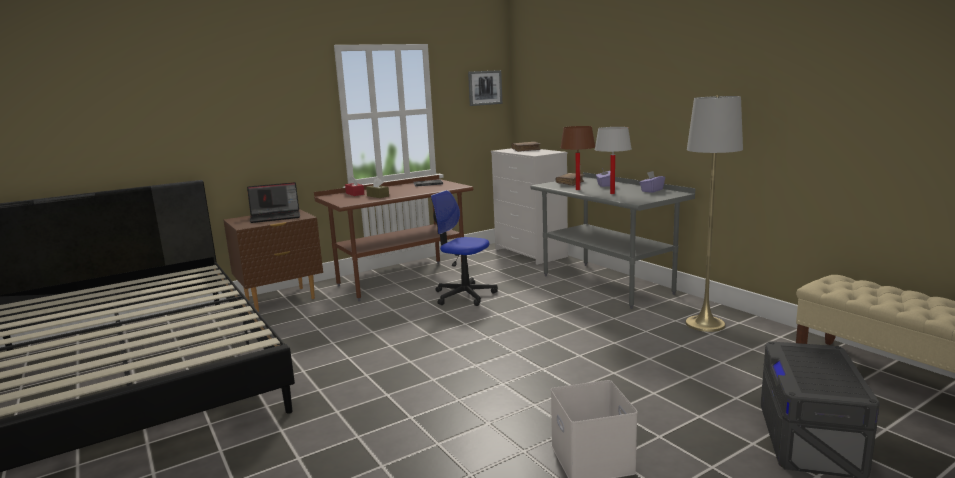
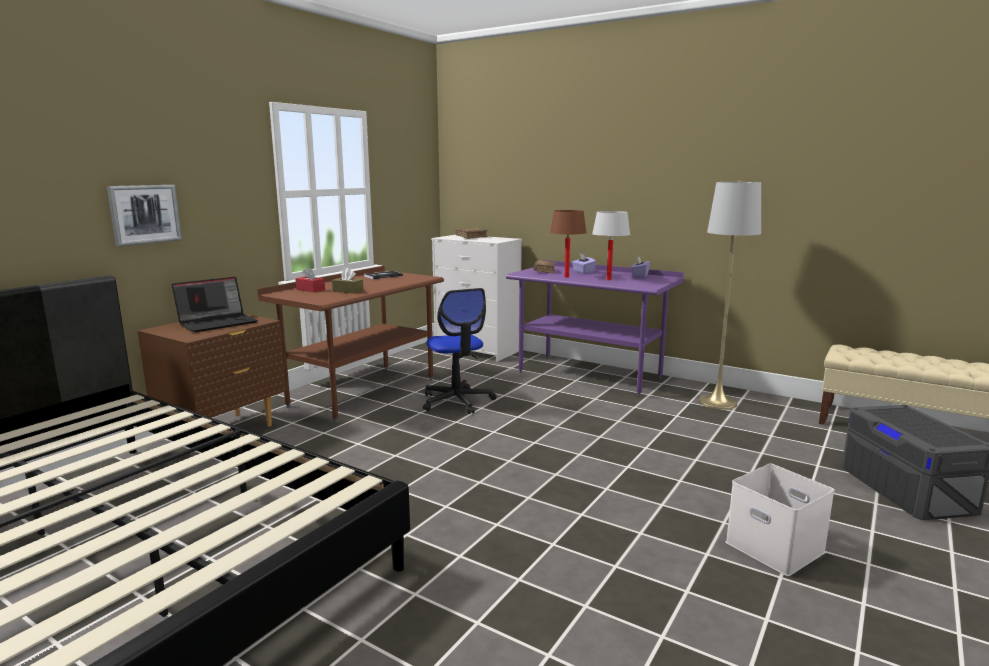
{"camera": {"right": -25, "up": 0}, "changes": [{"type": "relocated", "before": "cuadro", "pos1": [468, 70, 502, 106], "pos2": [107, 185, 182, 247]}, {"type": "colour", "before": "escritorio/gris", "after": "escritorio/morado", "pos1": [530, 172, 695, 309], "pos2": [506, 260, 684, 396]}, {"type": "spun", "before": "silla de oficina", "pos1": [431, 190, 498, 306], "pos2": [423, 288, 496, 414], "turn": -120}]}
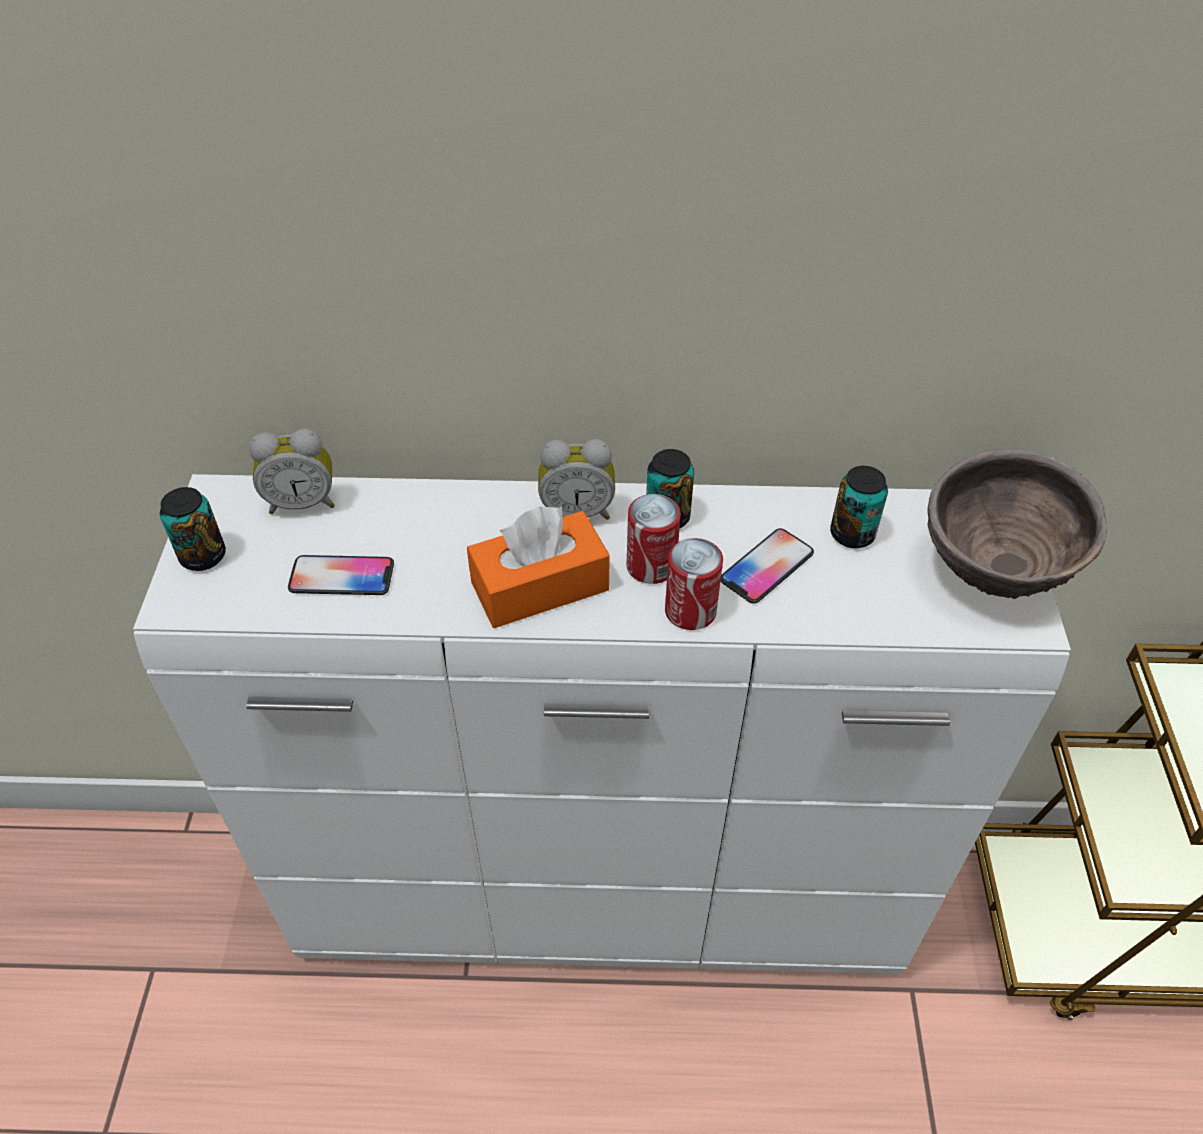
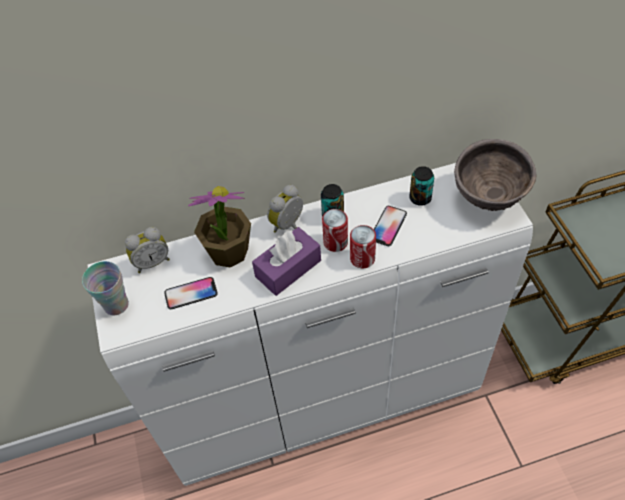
{"camera": {"right": -15, "up": 5}, "changes": [{"type": "spun", "before": "despertador", "pos1": [538, 439, 615, 520], "pos2": [267, 185, 303, 233], "turn": 150}, {"type": "exchanged", "before": "lata", "after": "taza", "pos1": [160, 487, 226, 571], "pos2": [82, 261, 129, 315]}, {"type": "colour", "before": "caja de pañuelos/naranja", "after": "caja de pañuelos/morado", "pos1": [467, 506, 610, 628], "pos2": [252, 227, 321, 296]}, {"type": "appeared", "after": "planta en maceta", "pos2": [188, 186, 251, 268]}]}
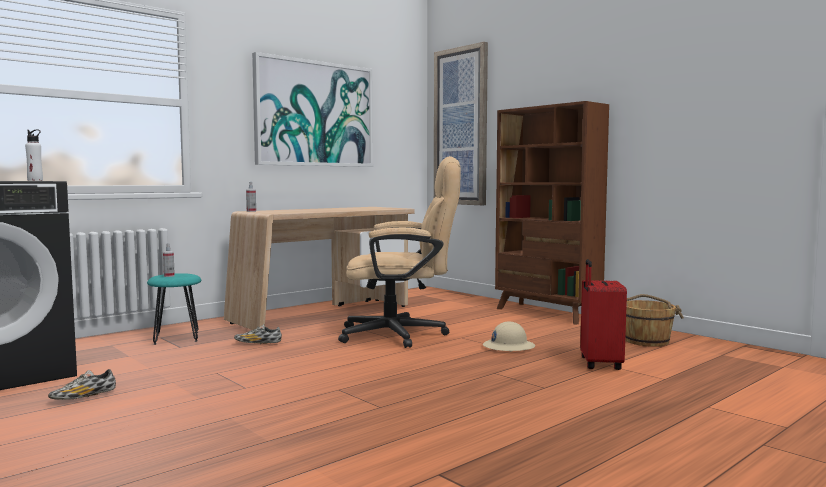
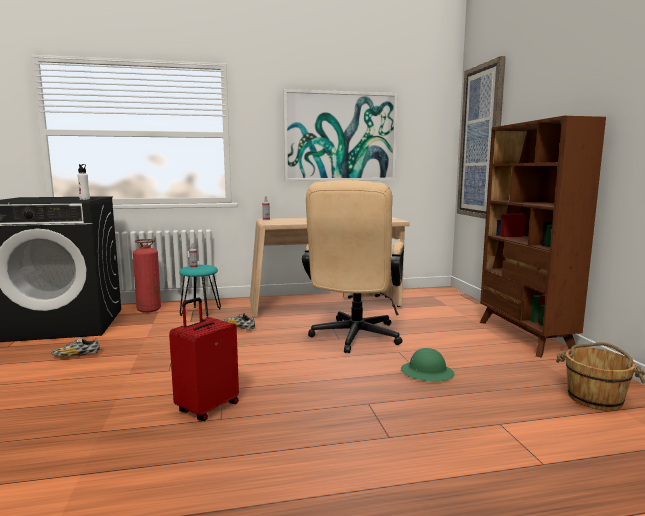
{"camera": {"right": 30, "up": 5}, "changes": [{"type": "spun", "before": "silla de oficina/beis", "pos1": [338, 156, 461, 348], "pos2": [302, 180, 404, 353], "turn": 75}, {"type": "relocated", "before": "maleta/rojo", "pos1": [580, 259, 627, 370], "pos2": [169, 298, 239, 421]}, {"type": "colour", "before": "casco/beis", "after": "casco/verde", "pos1": [483, 322, 535, 352], "pos2": [401, 348, 455, 381]}, {"type": "appeared", "after": "extintor", "pos2": [133, 239, 161, 313]}]}
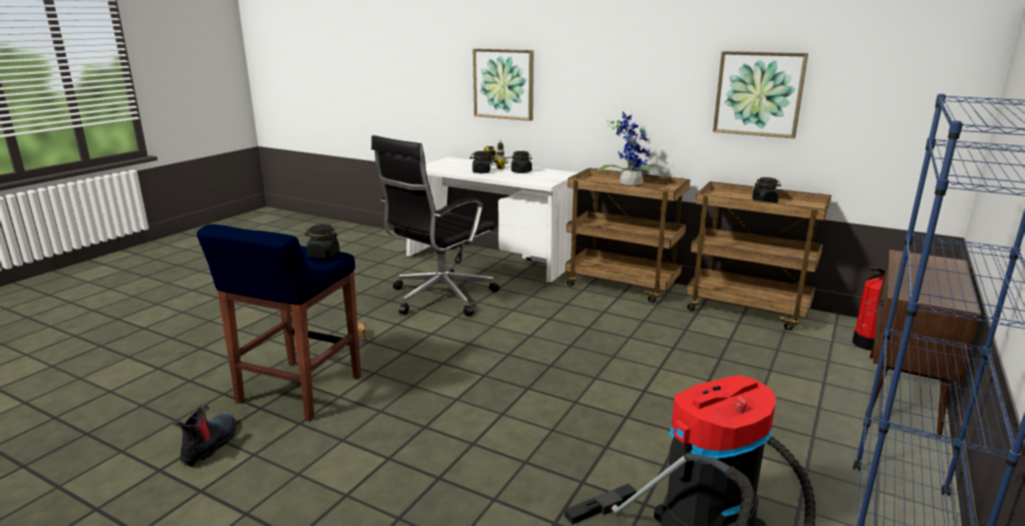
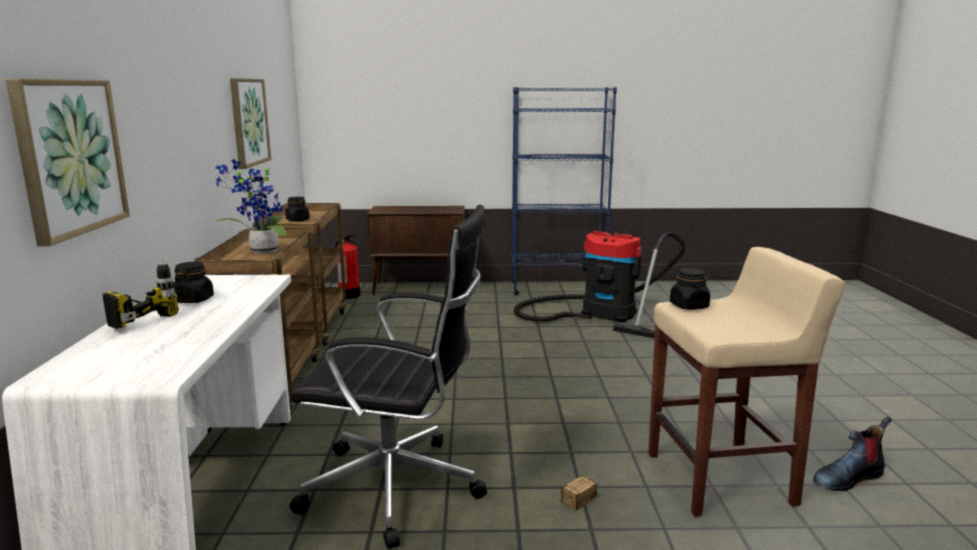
{"camera": {"right": -120, "up": -5}, "changes": [{"type": "missing", "before": "tarro/negro", "pos1": [470, 151, 492, 173]}, {"type": "colour", "before": "taburete/azul", "after": "taburete/beis", "pos1": [197, 224, 361, 421], "pos2": [648, 247, 845, 517]}]}
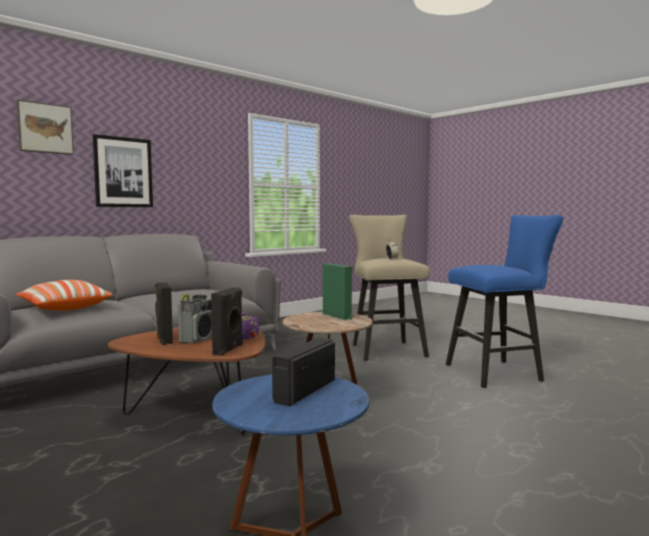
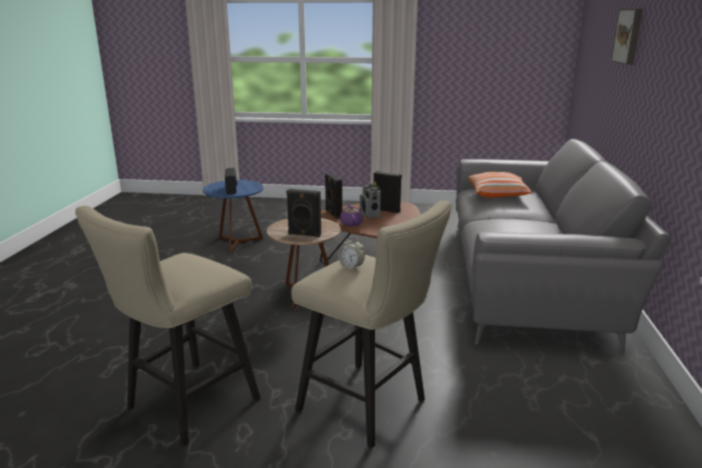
{"camera": {"right": 140, "up": 15}, "changes": [{"type": "missing", "before": "cuadro", "pos1": [93, 134, 153, 207]}, {"type": "colour", "before": "taburete/azul", "after": "taburete/beis", "pos1": [446, 215, 564, 388], "pos2": [75, 206, 261, 446]}, {"type": "colour", "before": "altavoz/verde", "after": "altavoz/negro", "pos1": [323, 263, 353, 320], "pos2": [286, 189, 321, 237]}]}
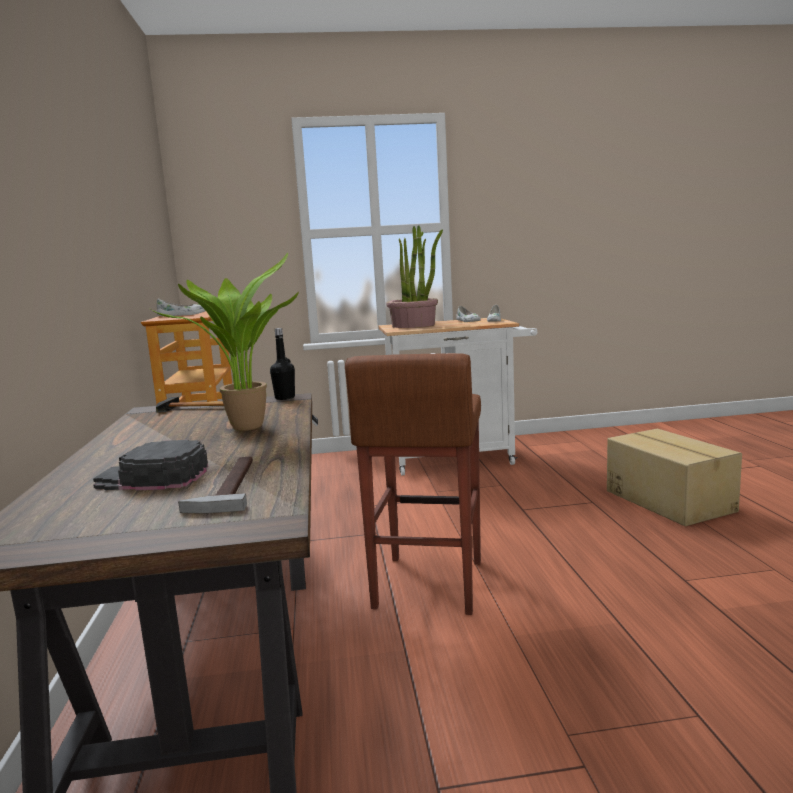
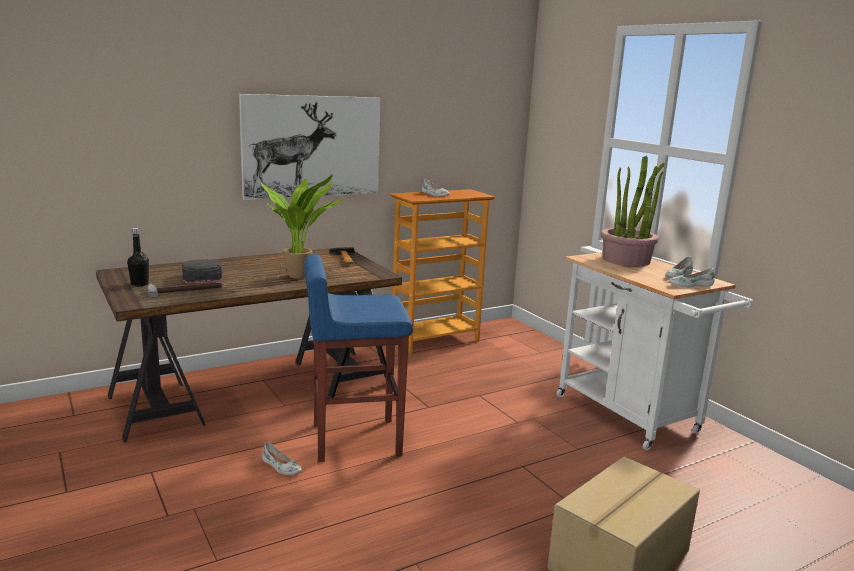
{"camera": {"right": 65, "up": 5}, "changes": [{"type": "relocated", "before": "botella/negro", "pos1": [270, 328, 295, 400], "pos2": [127, 228, 149, 286]}, {"type": "colour", "before": "taburete/marrón", "after": "taburete/azul", "pos1": [345, 353, 481, 615], "pos2": [304, 254, 413, 462]}, {"type": "appeared", "after": "cuadro", "pos2": [239, 94, 380, 200]}, {"type": "appeared", "after": "zapato/blanco", "pos2": [262, 442, 302, 475]}]}
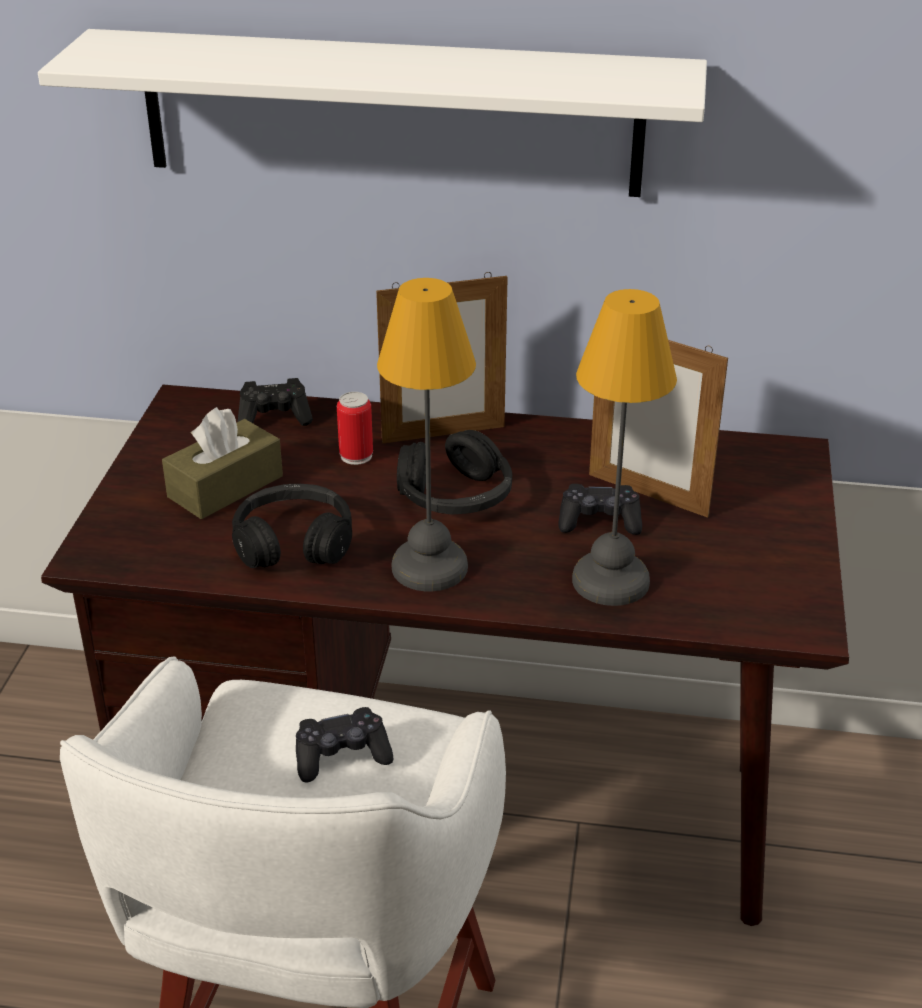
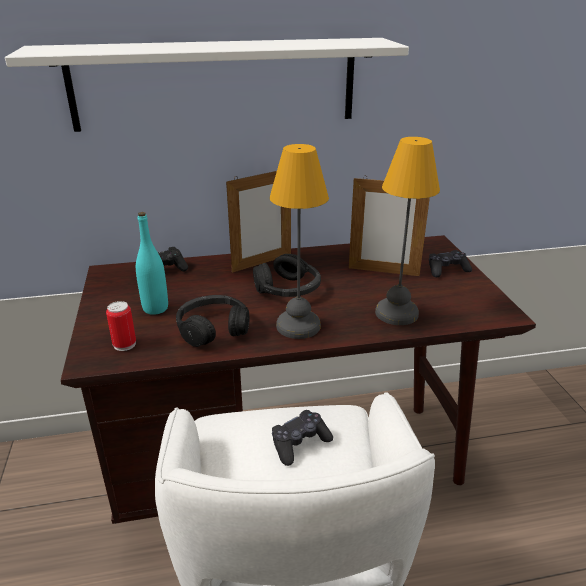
{"camera": {"right": -20, "up": -5}, "changes": [{"type": "relocated", "before": "lata", "pos1": [337, 392, 373, 465], "pos2": [106, 301, 136, 351]}, {"type": "exchanged", "before": "caja de pañuelos/marrón", "after": "botella/turquesa", "pos1": [162, 407, 283, 519], "pos2": [136, 212, 168, 315]}, {"type": "relocated", "before": "mando de consola/negro", "pos1": [559, 484, 642, 535], "pos2": [429, 250, 472, 277]}]}
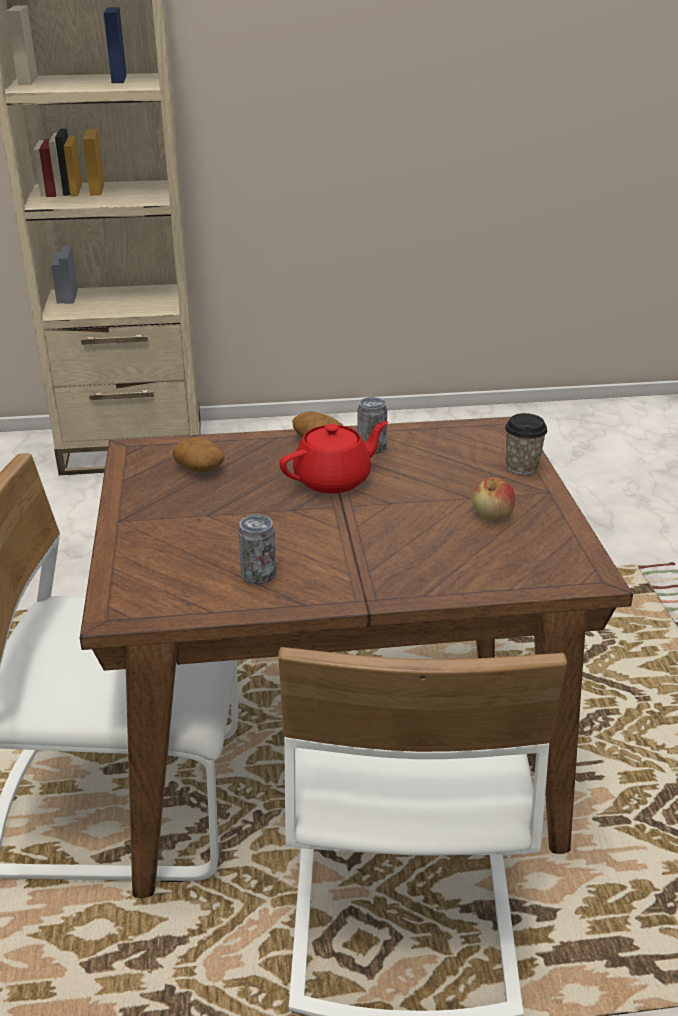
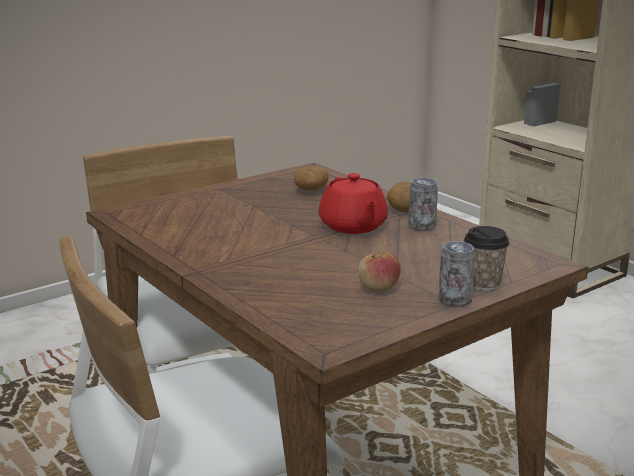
{"camera": {"right": 60, "up": -10}, "changes": [{"type": "spun", "before": "tetera/rojo", "pos1": [279, 421, 388, 494], "pos2": [319, 173, 388, 234], "turn": 45}, {"type": "relocated", "before": "lata", "pos1": [238, 515, 277, 585], "pos2": [438, 241, 475, 307]}]}
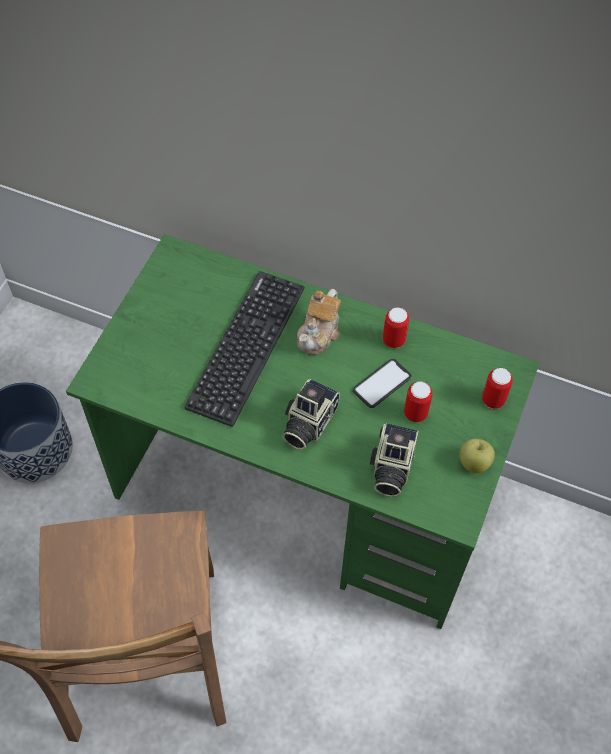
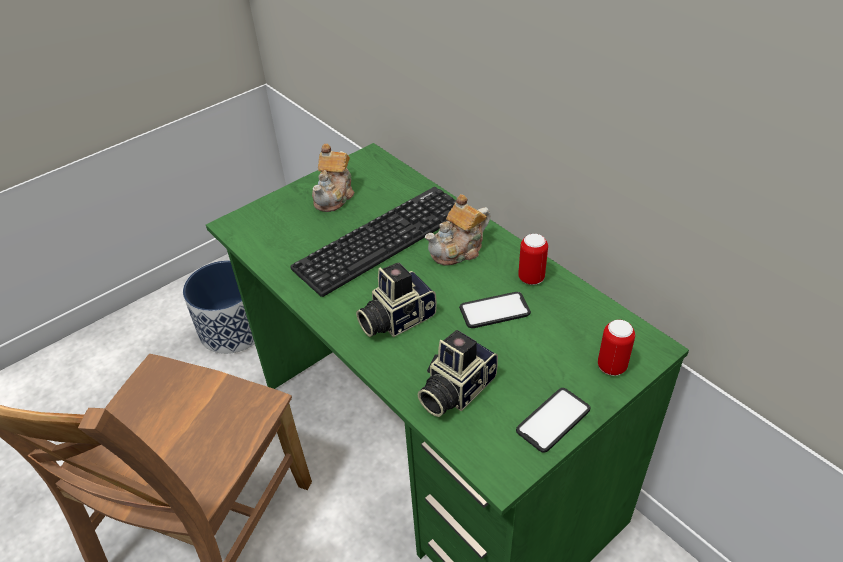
{"camera": {"right": 30, "up": -15}, "changes": [{"type": "missing", "before": "lata", "pos1": [404, 381, 433, 422]}, {"type": "exchanged", "before": "manzana", "after": "móvil", "pos1": [459, 439, 495, 473], "pos2": [516, 388, 591, 453]}, {"type": "appeared", "after": "tetera", "pos2": [312, 144, 355, 212]}]}
